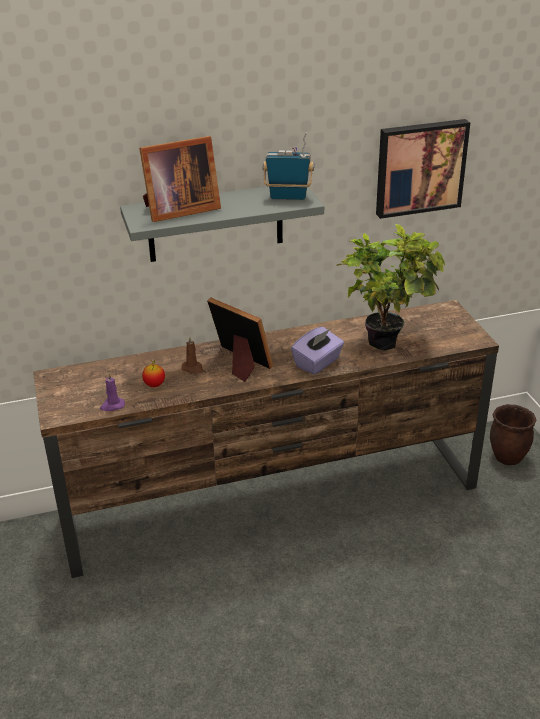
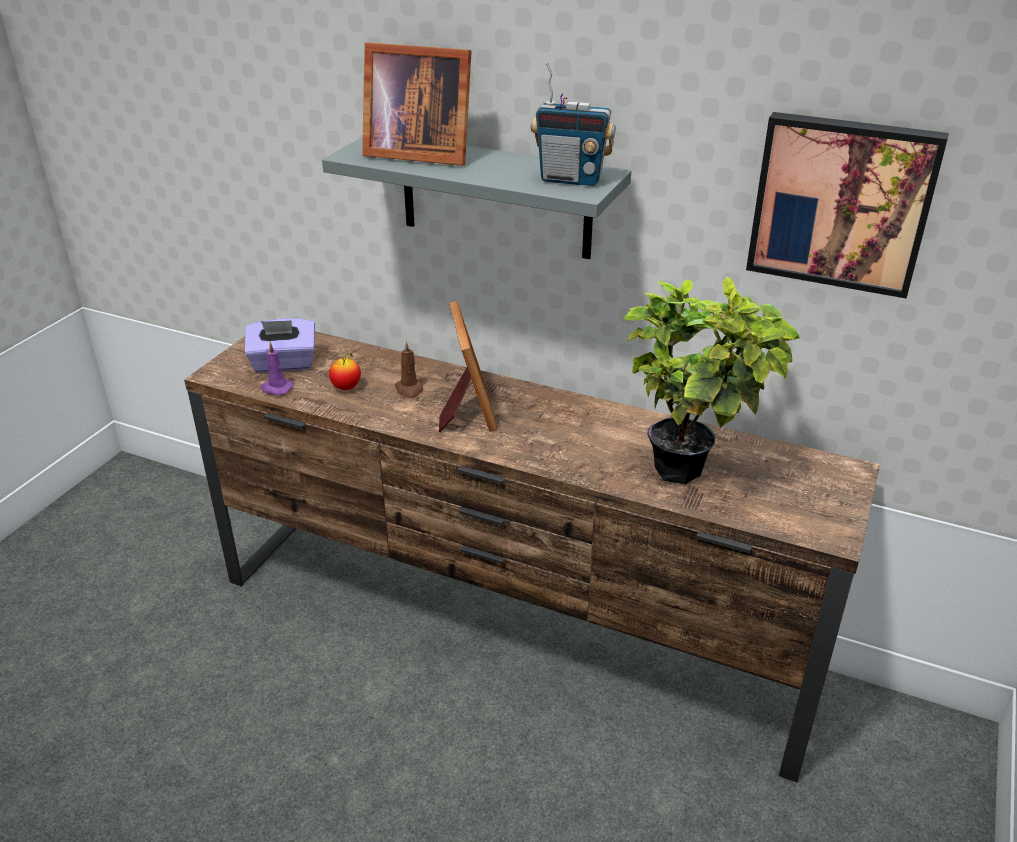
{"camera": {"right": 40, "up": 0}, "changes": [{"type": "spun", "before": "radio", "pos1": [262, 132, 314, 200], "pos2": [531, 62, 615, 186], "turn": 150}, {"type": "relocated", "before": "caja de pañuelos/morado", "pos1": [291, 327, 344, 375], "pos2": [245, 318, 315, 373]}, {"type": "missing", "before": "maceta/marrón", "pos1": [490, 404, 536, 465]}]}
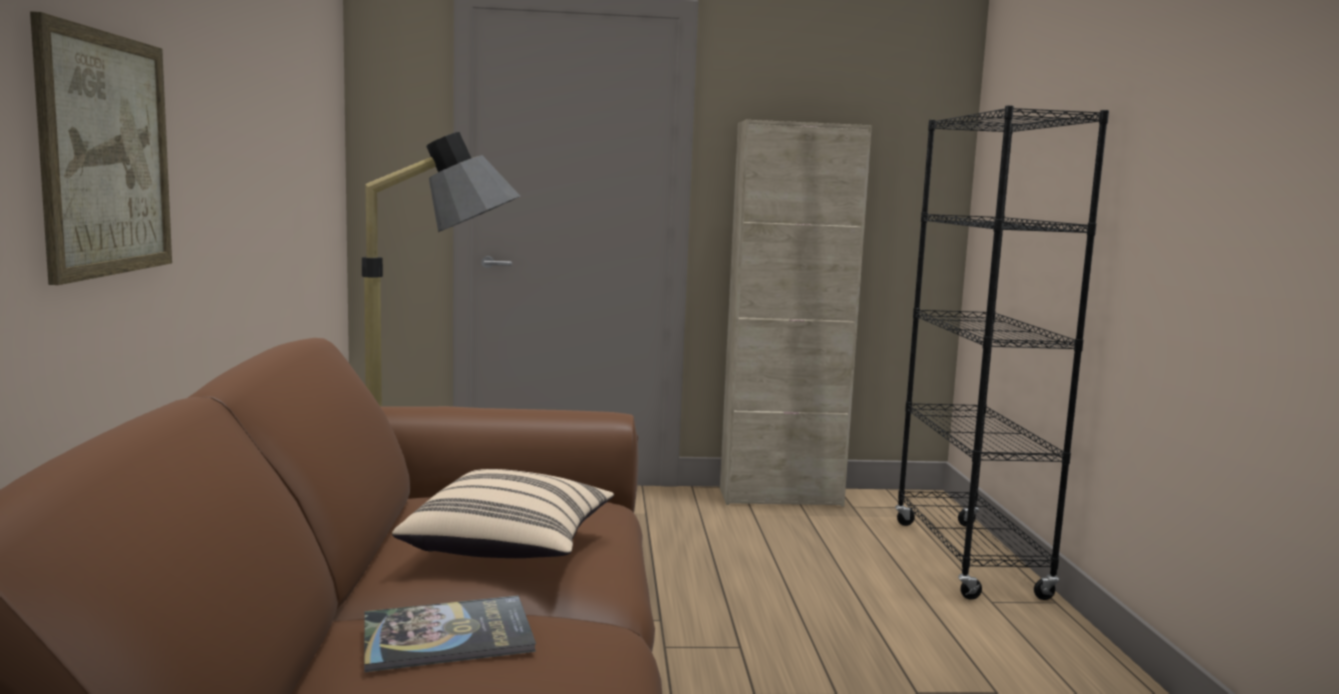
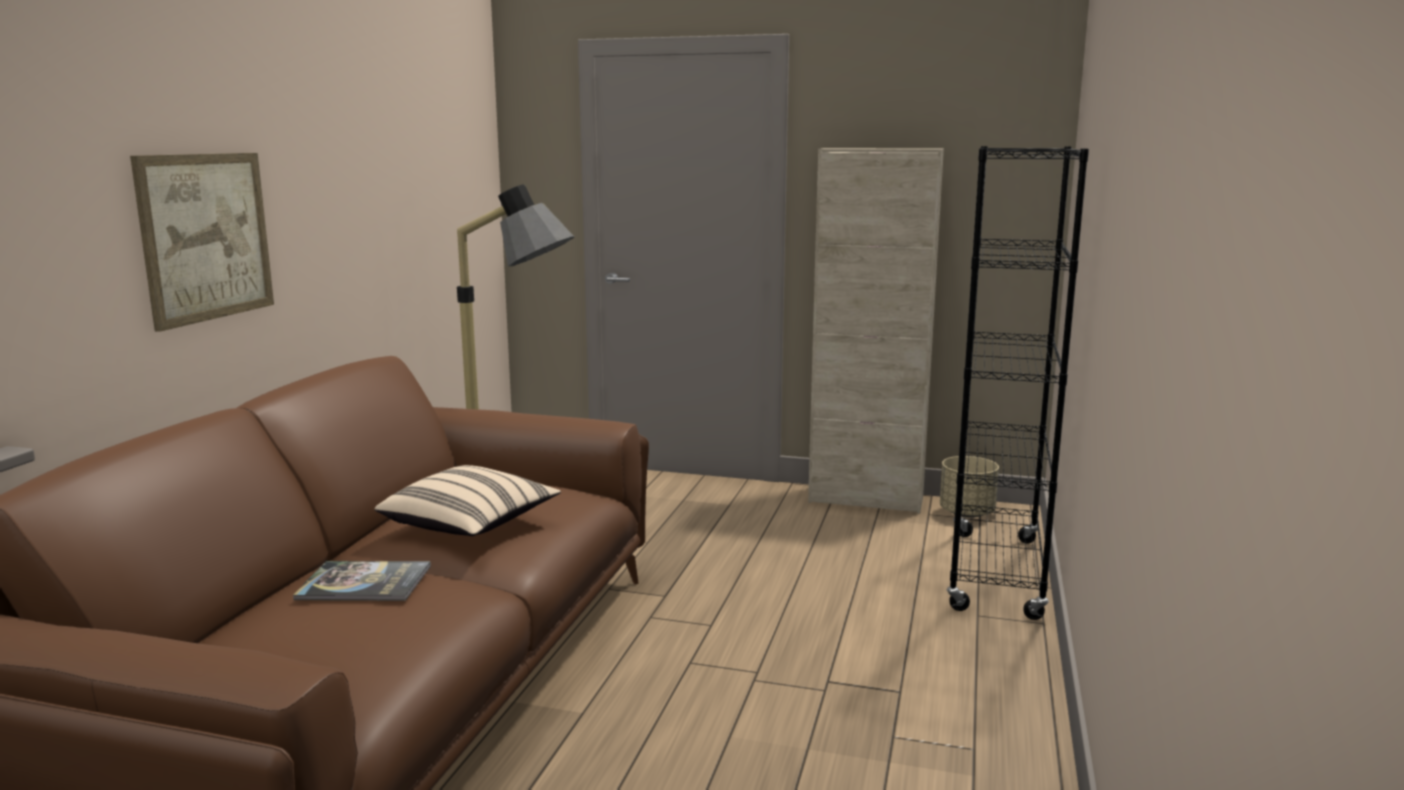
{"camera": {"right": 20, "up": 5}, "changes": [{"type": "appeared", "after": "maceta/beis", "pos2": [940, 456, 999, 518]}]}
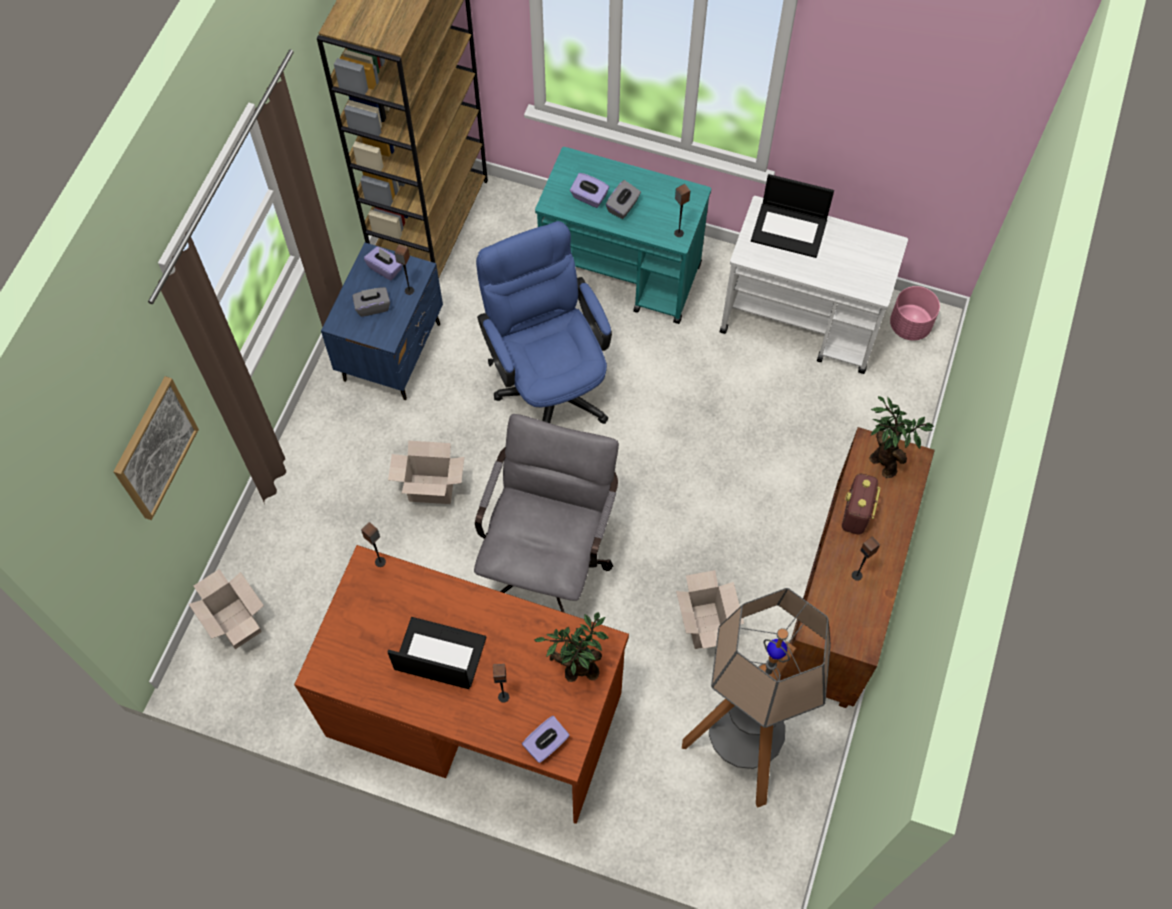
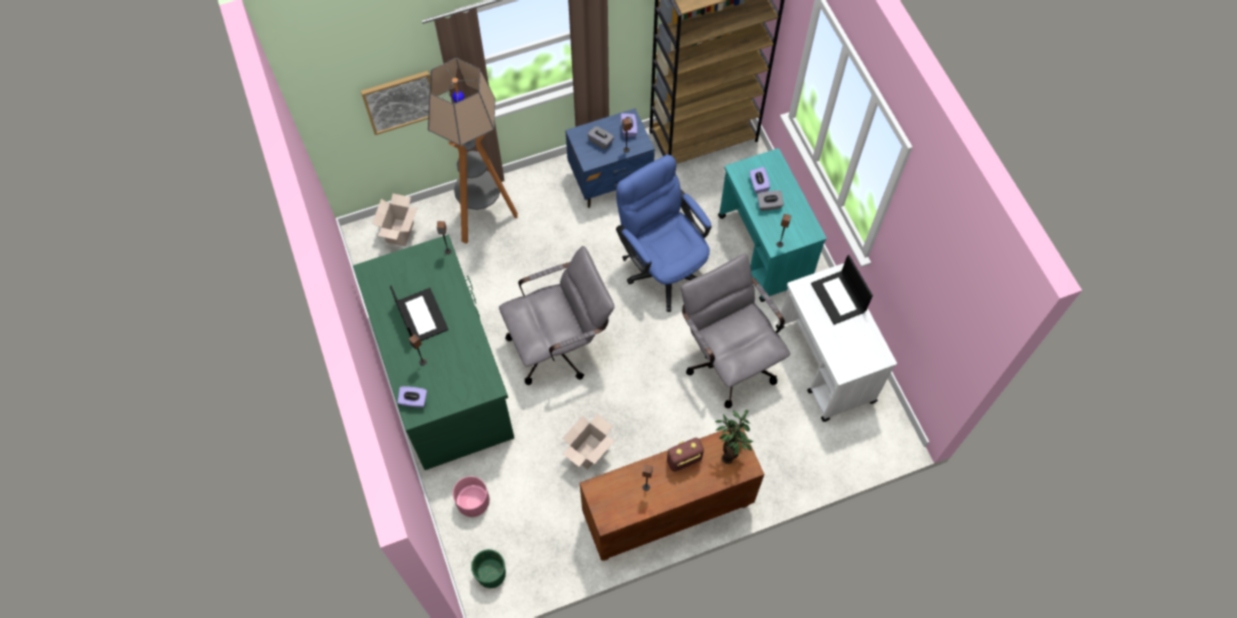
{"camera": {"right": 50, "up": 0}, "changes": [{"type": "spun", "before": "silla de oficina/azul", "pos1": [476, 221, 612, 424], "pos2": [616, 154, 711, 312], "turn": -60}, {"type": "relocated", "before": "maceta/rosa", "pos1": [890, 286, 940, 341], "pos2": [453, 476, 490, 517]}, {"type": "missing", "before": "caja de cartón", "pos1": [388, 441, 464, 504]}, {"type": "colour", "before": "escritorio/marrón", "after": "escritorio/verde", "pos1": [294, 545, 629, 824], "pos2": [353, 234, 514, 470]}, {"type": "relocated", "before": "lámpara de pie", "pos1": [682, 588, 831, 808], "pos2": [428, 58, 518, 244]}, {"type": "missing", "before": "planta en maceta", "pos1": [534, 612, 608, 682]}, {"type": "appeared", "after": "silla de oficina/gris", "pos2": [681, 254, 790, 408]}, {"type": "appeared", "after": "maceta/verde", "pos2": [471, 549, 506, 588]}]}
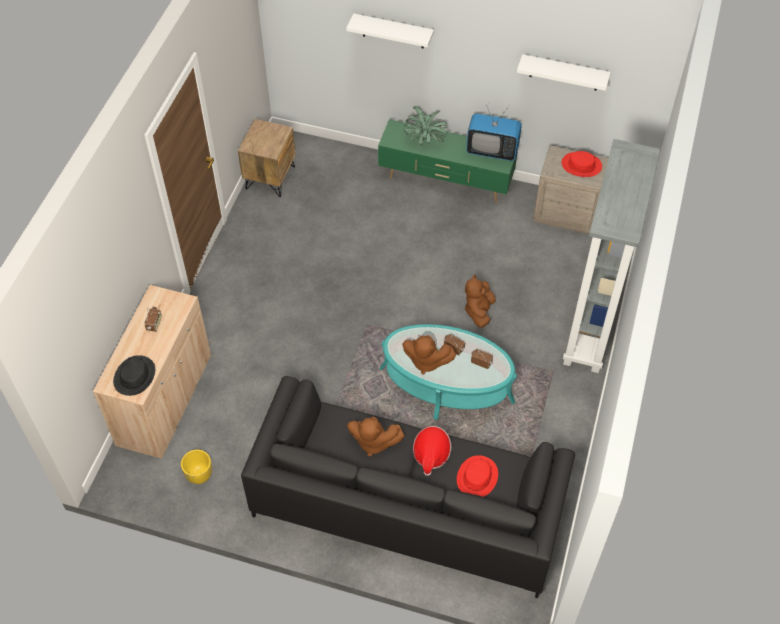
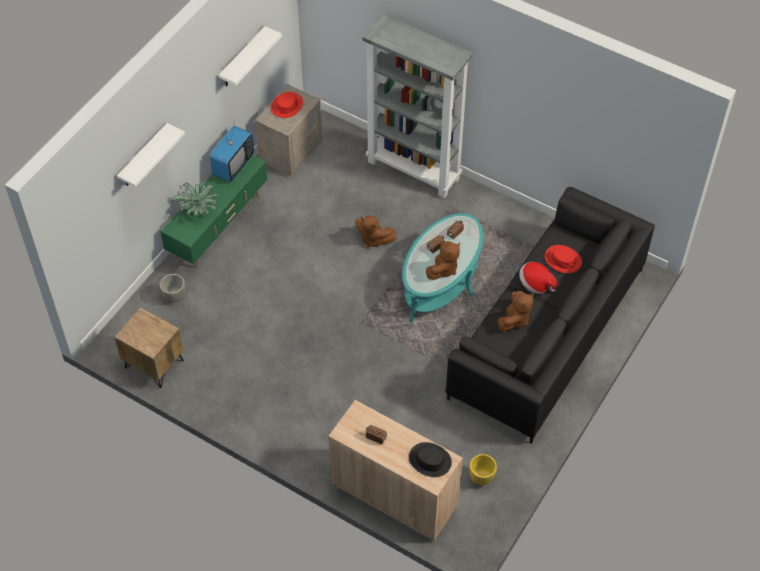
{"camera": {"right": -75, "up": 0}, "changes": [{"type": "appeared", "after": "maceta/gris", "pos2": [160, 274, 185, 303]}]}
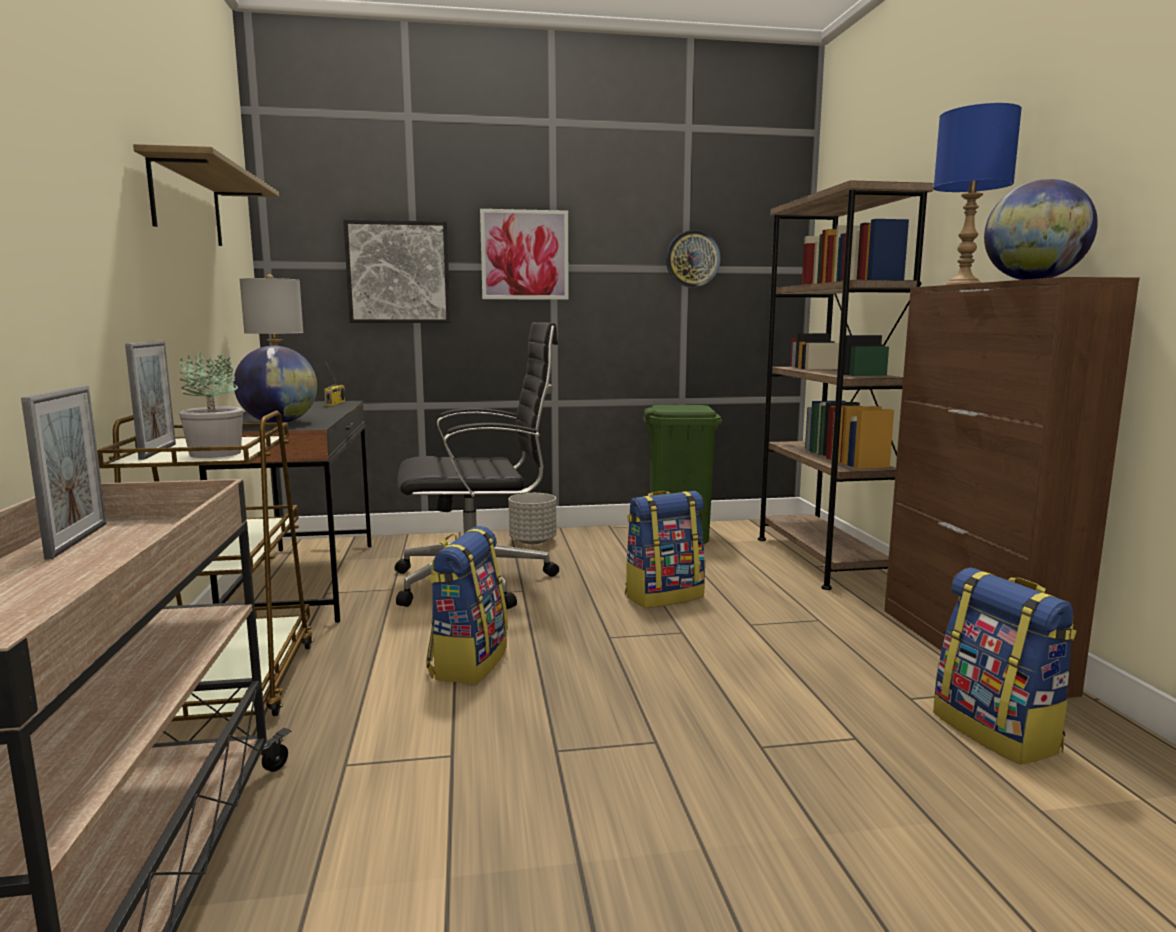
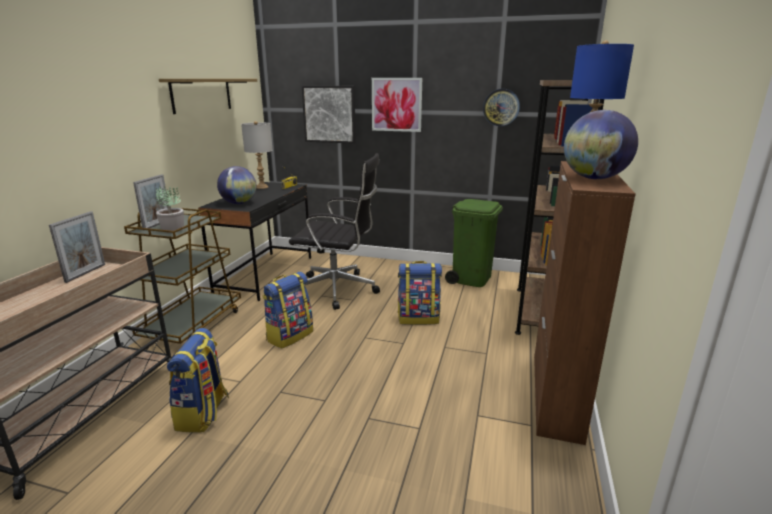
{"camera": {"right": 25, "up": 10}, "changes": [{"type": "missing", "before": "maceta/gris", "pos1": [509, 493, 556, 544]}, {"type": "relocated", "before": "mochila", "pos1": [933, 568, 1077, 765], "pos2": [167, 328, 229, 433]}]}
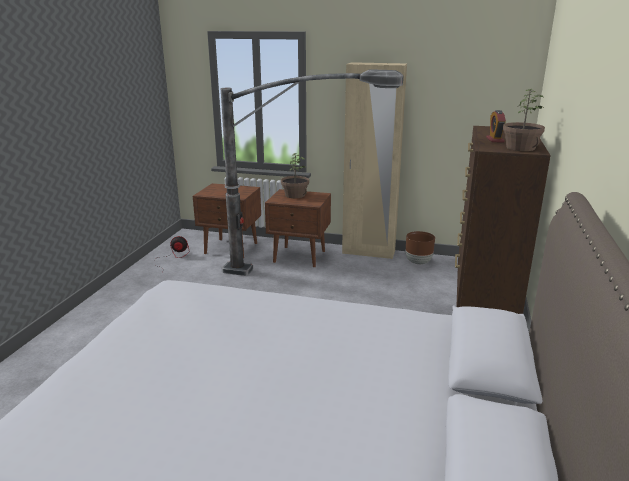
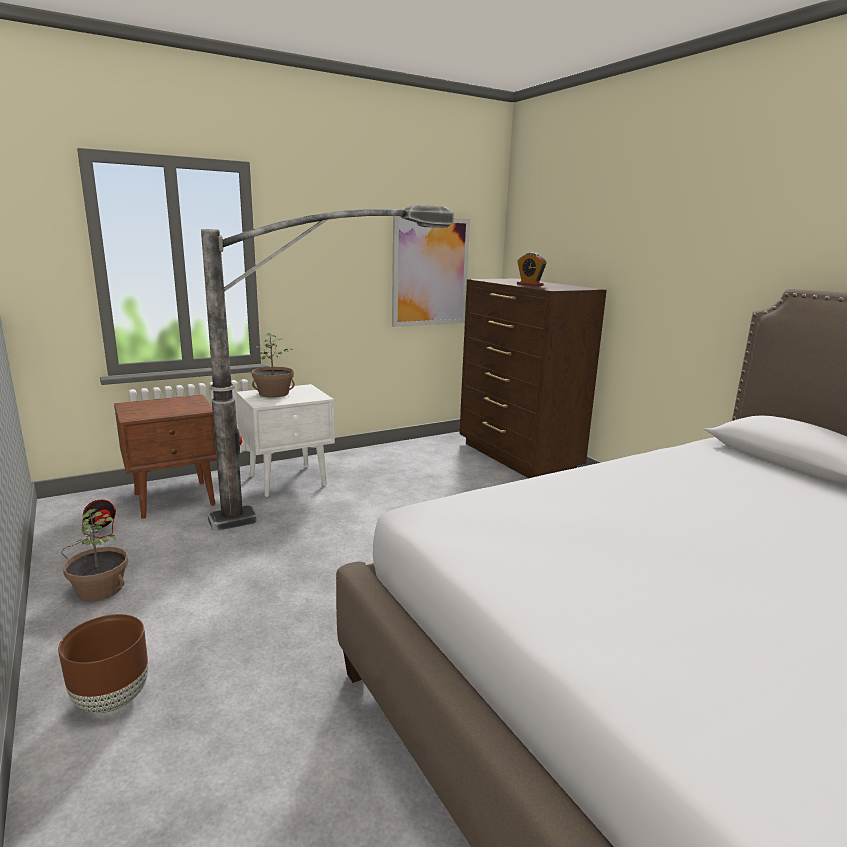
{"camera": {"right": -45, "up": -5}, "changes": [{"type": "missing", "before": "armario ropero/beis", "pos1": [342, 62, 407, 259]}, {"type": "relocated", "before": "planta en maceta", "pos1": [503, 89, 545, 151], "pos2": [63, 509, 128, 601]}, {"type": "colour", "before": "mesita de noche/marrón", "after": "mesita de noche/blanco", "pos1": [265, 189, 331, 267], "pos2": [236, 384, 335, 497]}, {"type": "relocated", "before": "maceta/marrón", "pos1": [406, 231, 435, 265], "pos2": [58, 614, 148, 713]}, {"type": "appeared", "after": "cuadro", "pos2": [392, 216, 470, 327]}]}
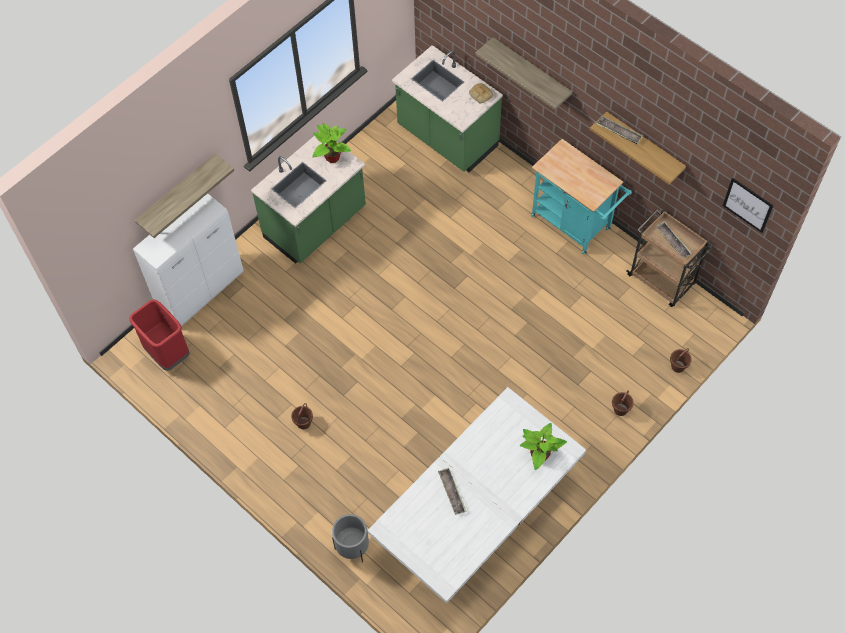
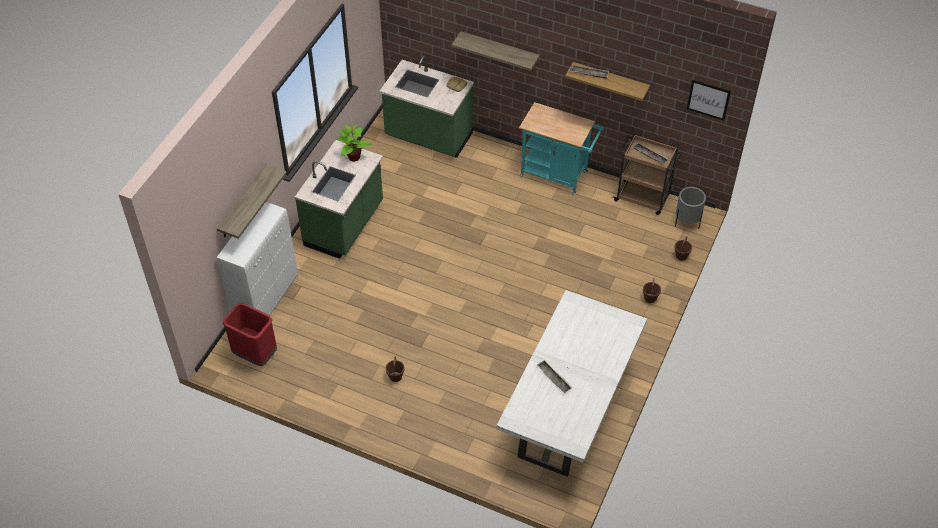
{"camera": {"right": -20, "up": -10}, "changes": [{"type": "missing", "before": "planta en maceta", "pos1": [520, 423, 567, 470]}, {"type": "relocated", "before": "maceta/gris", "pos1": [332, 514, 369, 562], "pos2": [675, 187, 706, 229]}]}
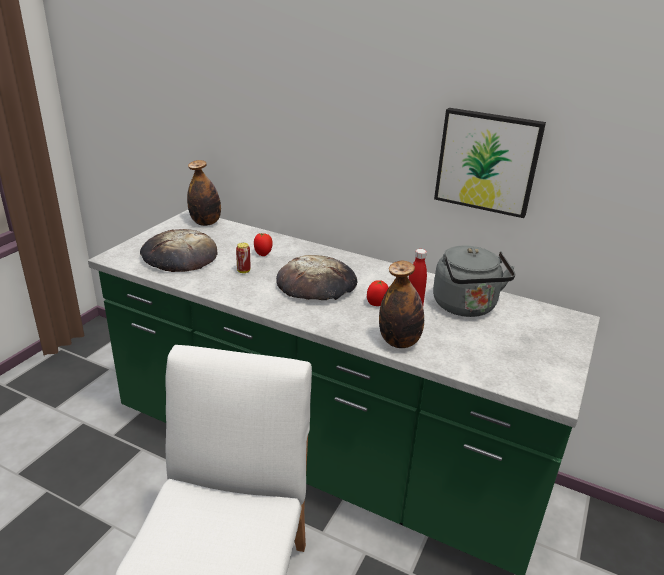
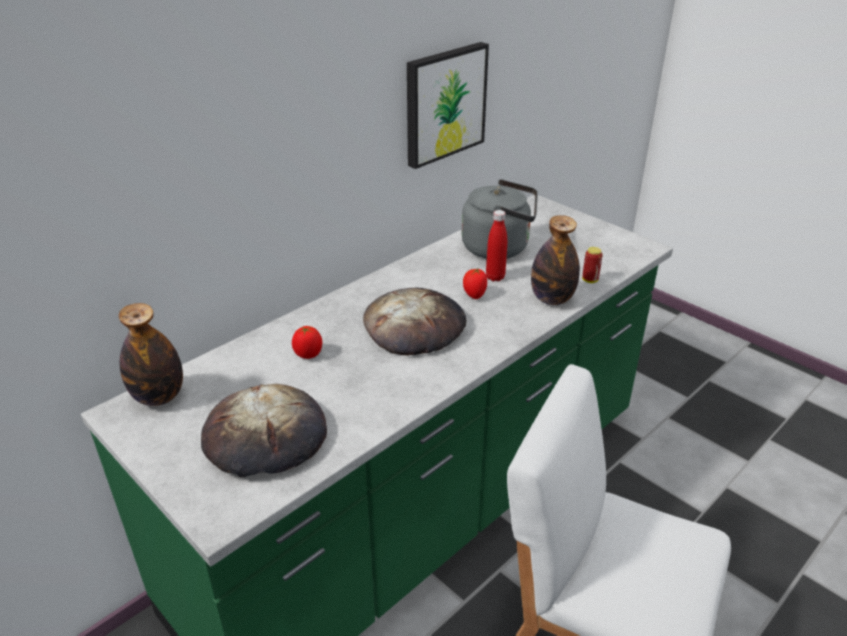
{"camera": {"right": -70, "up": 5}, "changes": [{"type": "relocated", "before": "lata", "pos1": [236, 243, 250, 273], "pos2": [582, 247, 603, 283]}]}
